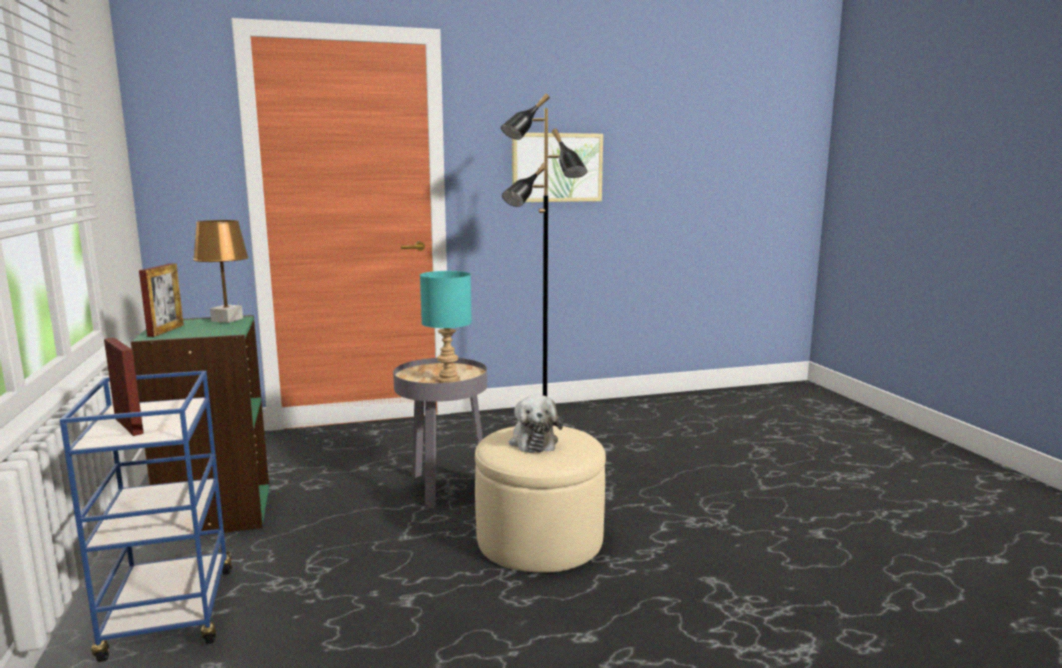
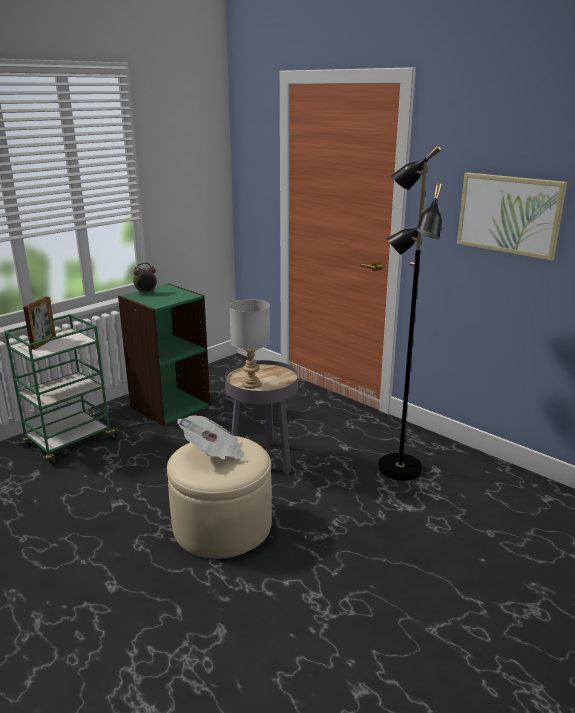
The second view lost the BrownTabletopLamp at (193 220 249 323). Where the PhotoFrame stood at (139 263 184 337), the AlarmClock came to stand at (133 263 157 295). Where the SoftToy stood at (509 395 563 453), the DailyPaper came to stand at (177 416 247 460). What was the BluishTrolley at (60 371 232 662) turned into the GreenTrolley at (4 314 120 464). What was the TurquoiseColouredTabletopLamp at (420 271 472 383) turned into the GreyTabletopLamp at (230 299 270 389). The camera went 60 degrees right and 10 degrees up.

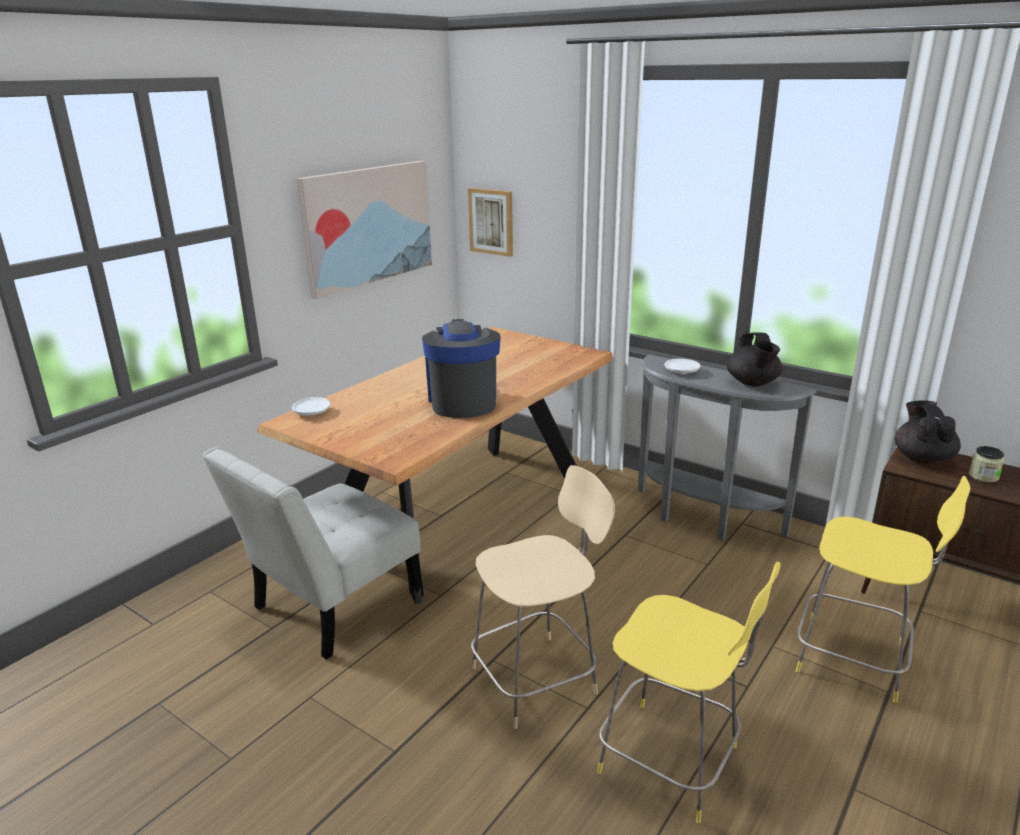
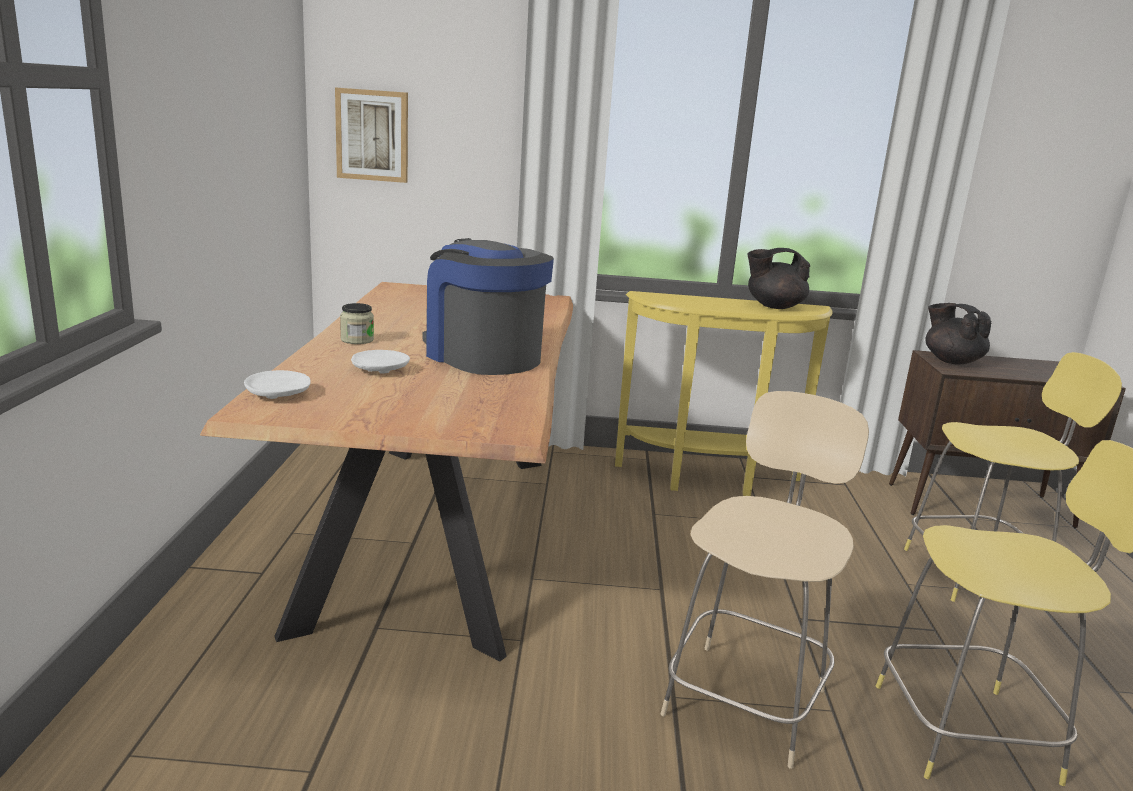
The second view lost the WhitishPlainChair at (202 447 424 660). The second view lost the WallPicture at (296 161 432 299). The WhitishFlatDish ended up elsewhere, having gone from (664 359 701 374) to (351 350 410 374). The Jar ended up elsewhere, having gone from (969 446 1004 483) to (340 303 374 344). What was the GreyConsoleTable at (638 354 817 541) turned into the YellowColouredConsoleTable at (615 291 833 496). The BlackColouredPotForTea at (727 332 782 386) ended up facing another way, 120 degrees clockwise from before. The camera went 35 degrees left and 5 degrees down.

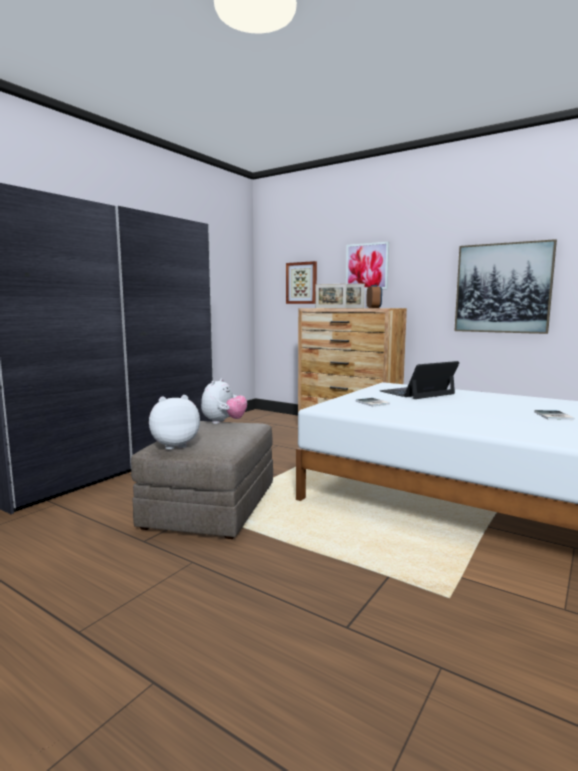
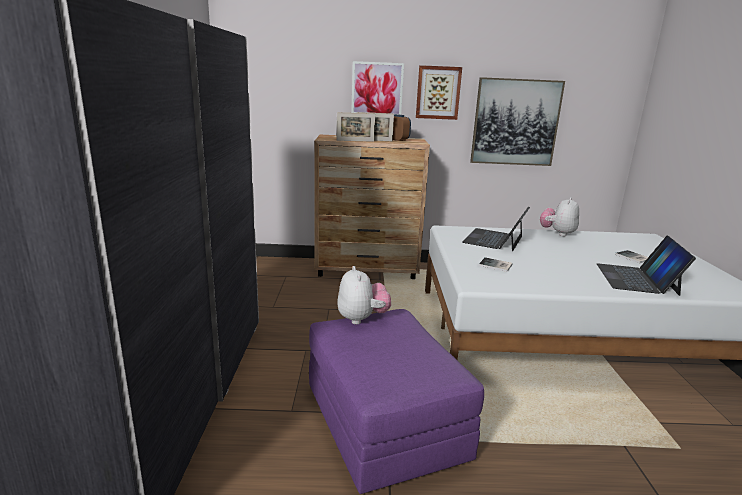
The second view gained the Laptop at (597 236 696 296). The SoftToy ended up elsewhere, having gone from (149 395 200 450) to (540 197 579 236). The WallPicture ended up elsewhere, having gone from (286 261 317 304) to (416 65 462 120). What was the GreyFootrest at (131 421 273 539) turned into the PurpleFootrest at (309 309 484 494). The camera went 35 degrees left and 10 degrees up.

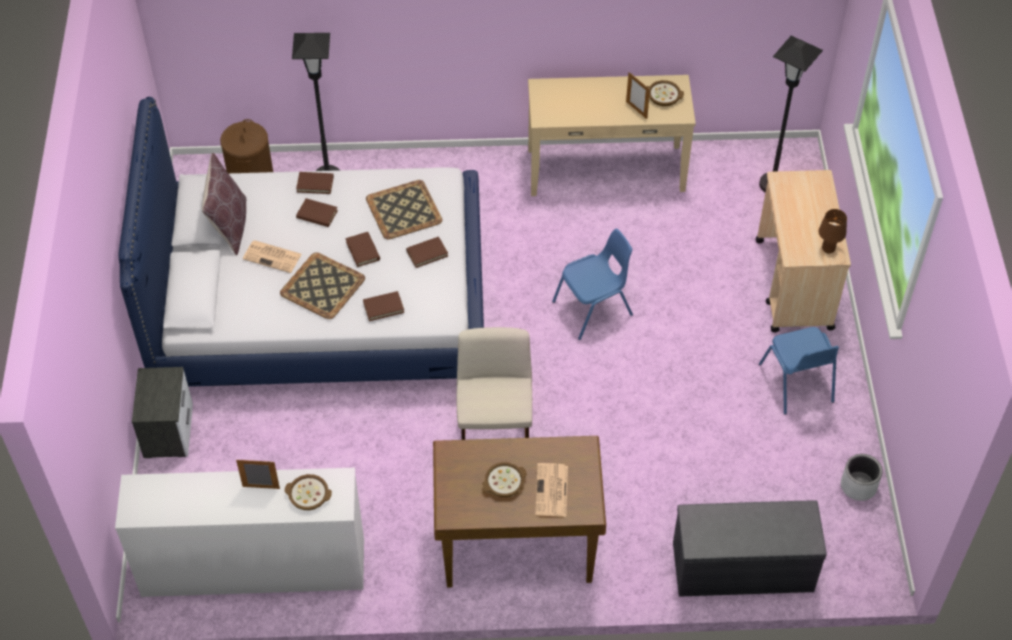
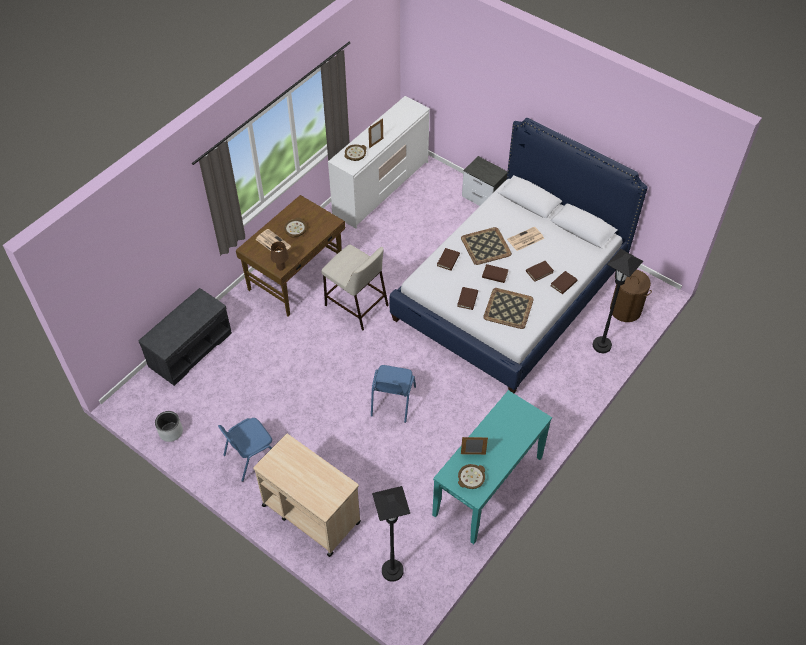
The second view lost the BrownPillow at (202 153 246 256). The BrownTabletopLamp ended up elsewhere, having gone from (819 209 847 253) to (271 241 289 270). What was the SandColouredConsoleTable at (528 75 696 196) turned into the TurquoiseColouredConsoleTable at (432 390 552 544). The BluishPlainChair at (759 327 839 415) ended up facing another way, 60 degrees counterclockwise from before. The camera went 130 degrees right and 0 degrees up.

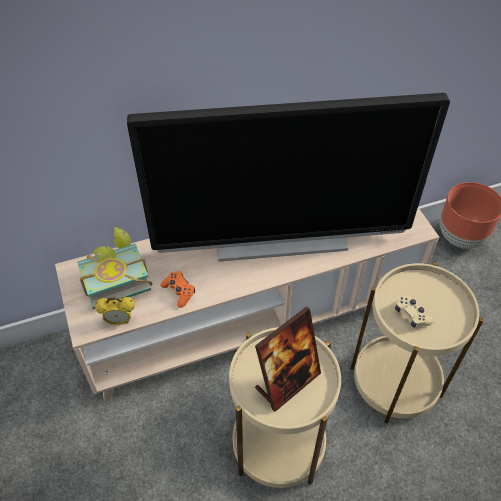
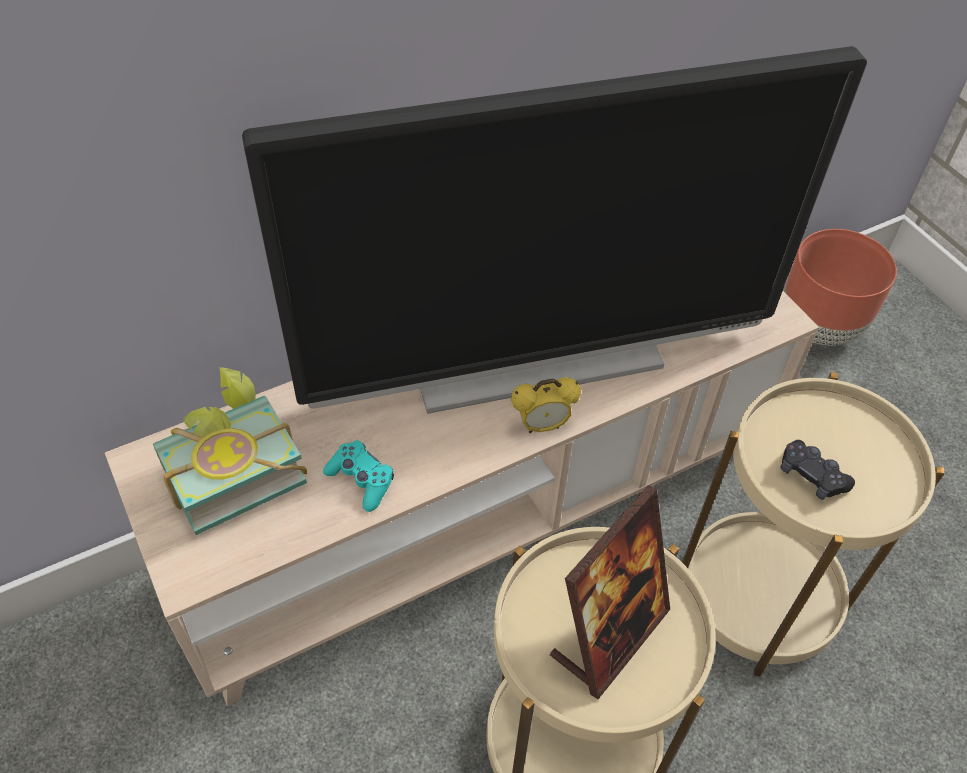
The AlarmClock ended up elsewhere, having gone from (95 297 135 325) to (511 377 581 433). What was the OrangeColouredGameController at (160 271 195 308) turned into the TurquoiseColouredGameController at (323 440 394 512). What was the SandColouredGameController at (395 295 434 328) turned into the BlackColouredGameController at (780 440 855 500). The camera went 10 degrees left and 0 degrees up.

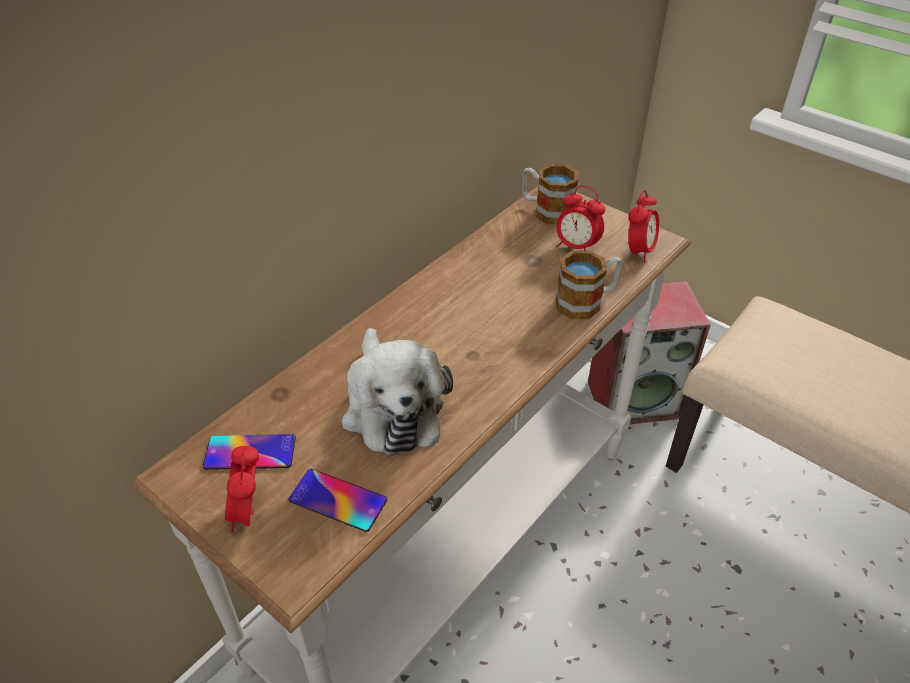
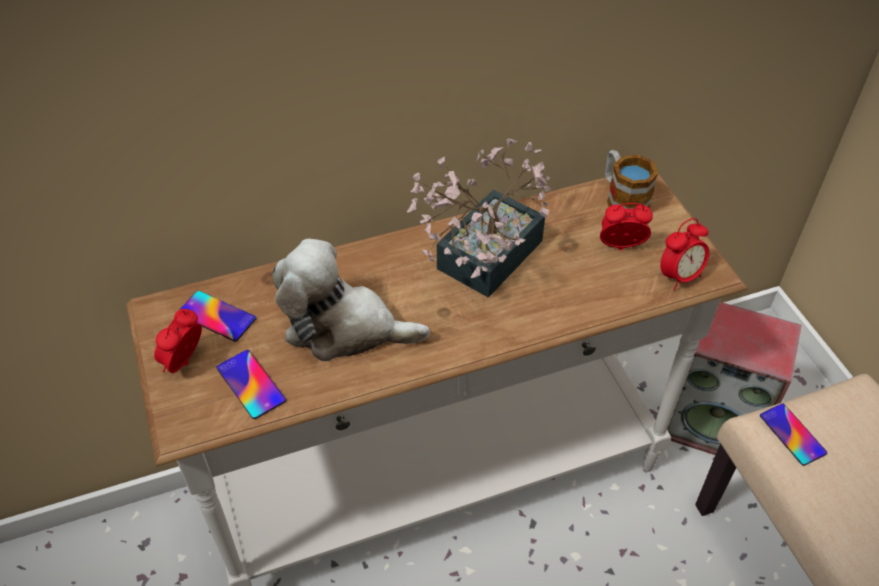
The second view lost the TeaMug at (555 250 622 319). The second view gained the PlantInAPot at (407 139 551 298). The second view gained the Phone at (760 404 827 466). The SoftToy at (341 328 453 456) ended up facing another way, 90 degrees clockwise from before. The AlarmClock at (557 186 605 250) ended up facing another way, 120 degrees clockwise from before. The camera went 30 degrees right and 5 degrees up.

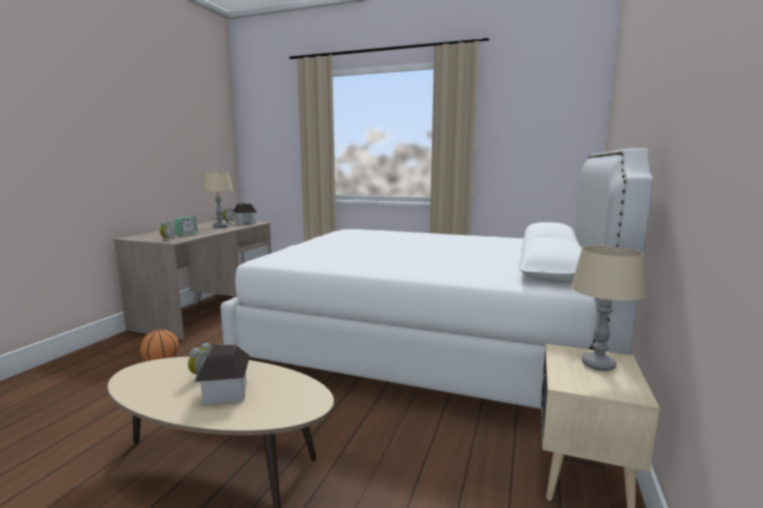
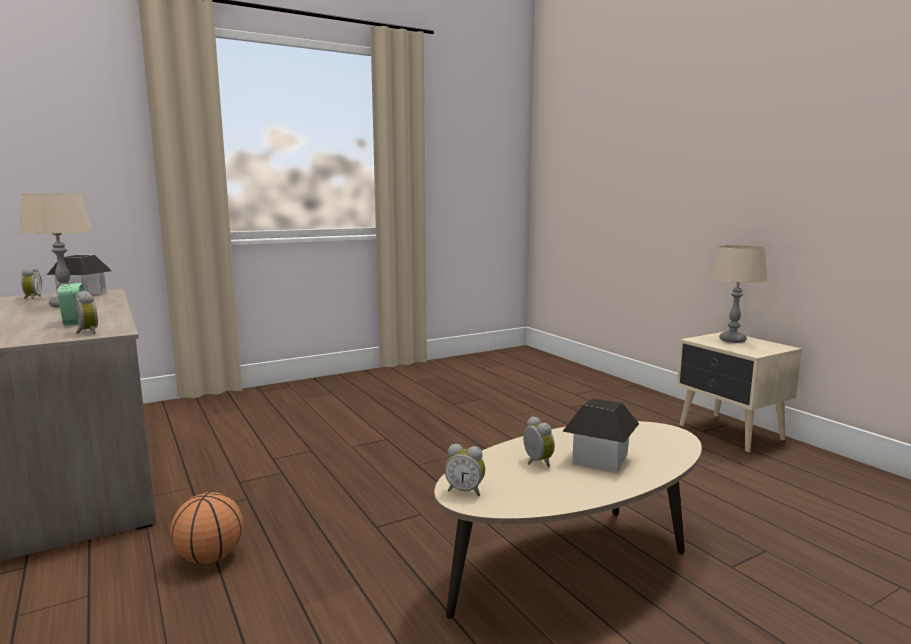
The second view lost the WhitishBedroomBed at (220 148 653 409). The second view gained the AlarmClock at (444 444 485 496). The camera went 50 degrees left and 0 degrees up.

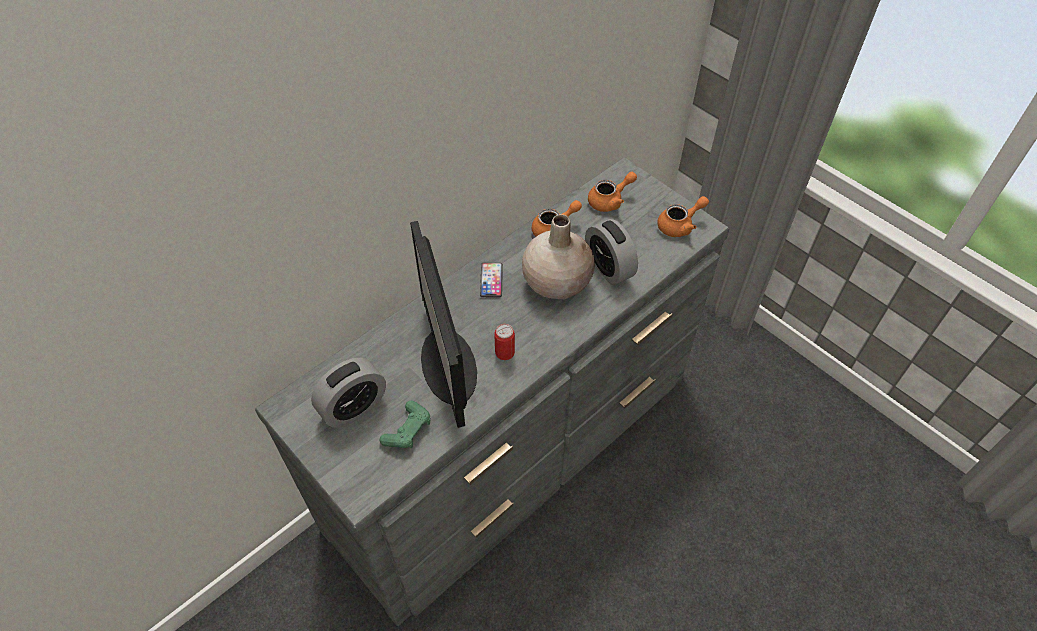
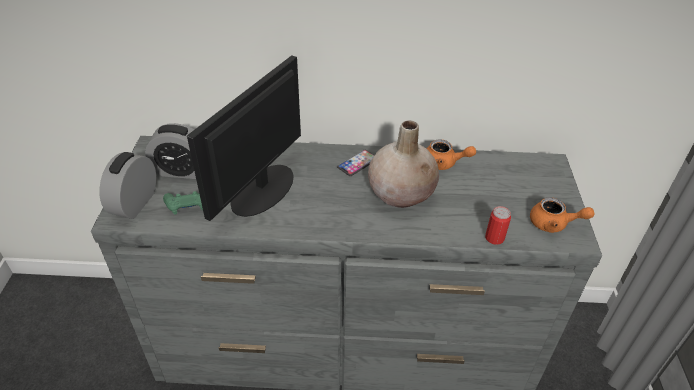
The second view lost the OrangeColouredPotForTea at (588 172 637 212). The SealedCan ended up elsewhere, having gone from (494 324 515 360) to (485 206 511 245). The AlarmClock ended up elsewhere, having gone from (585 219 638 285) to (99 152 156 219). The camera went 45 degrees right and 10 degrees down.

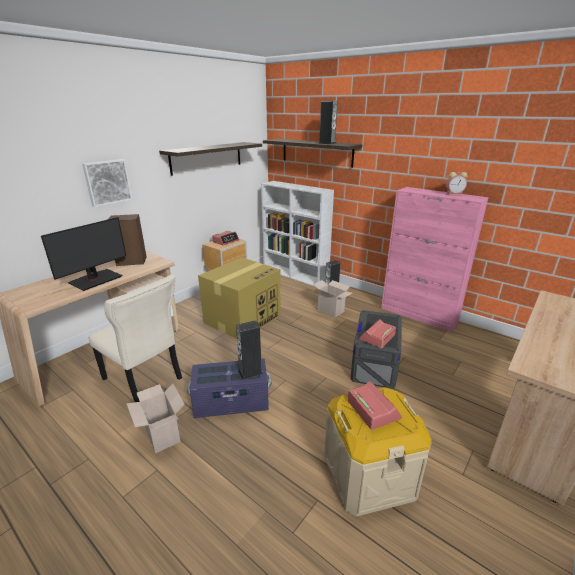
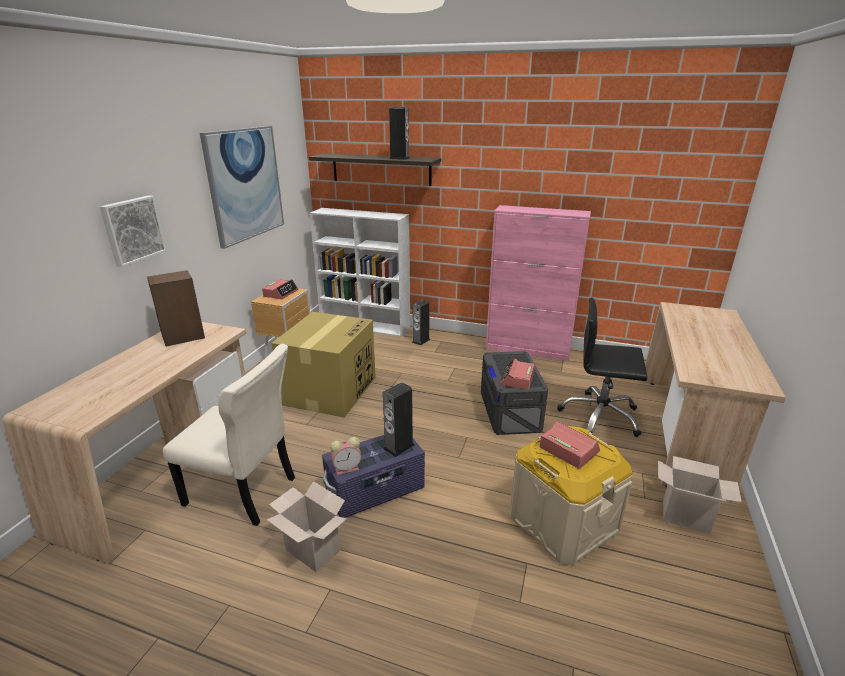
The second view lost the ComputerDisplay at (41 217 126 291). The second view gained the BlackColouredDeskChair at (557 297 647 437). The Carton ended up elsewhere, having gone from (313 280 352 318) to (658 456 742 534). The AlarmClock ended up elsewhere, having gone from (446 172 468 196) to (330 437 362 475). Where the BracketShelf hung at (159 142 262 176), the WallPicture came to hang at (200 126 284 249). The camera went 20 degrees left and 0 degrees up.

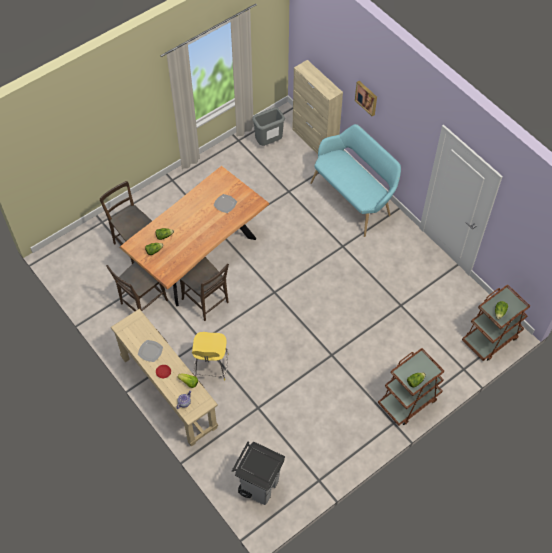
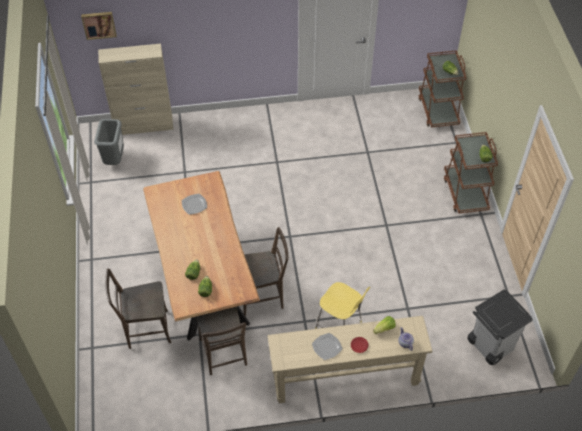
The second view lost the TurquoiseColouredIndoorBench at (310 124 401 237). The WallPicture ended up elsewhere, having gone from (355 81 377 117) to (81 12 117 40). The camera went 60 degrees left and 5 degrees down.

